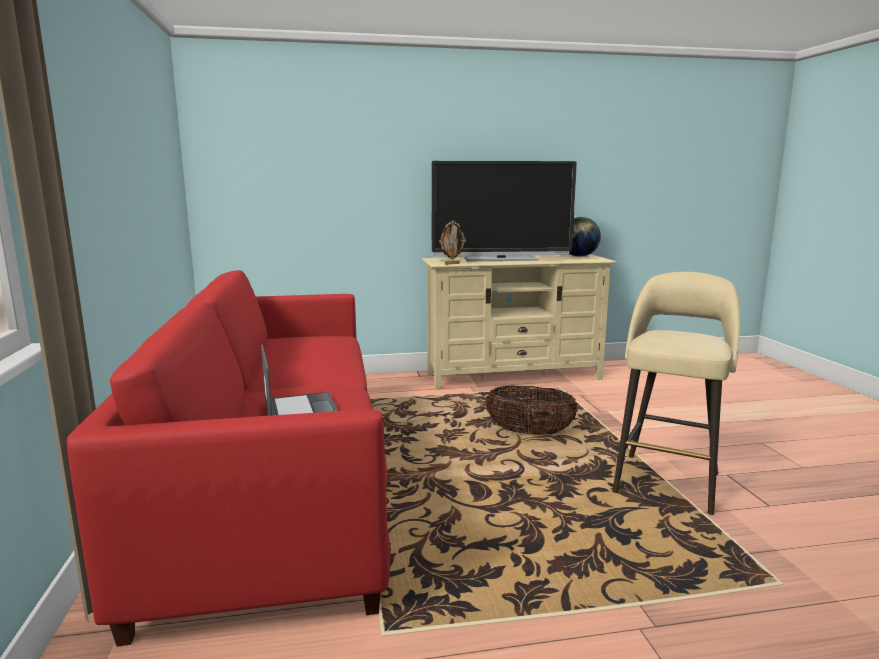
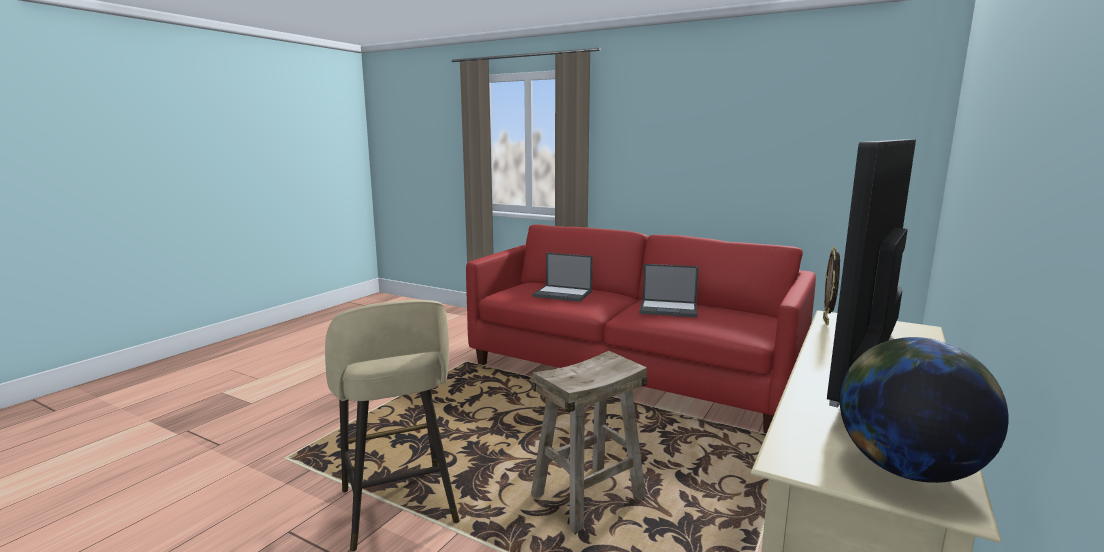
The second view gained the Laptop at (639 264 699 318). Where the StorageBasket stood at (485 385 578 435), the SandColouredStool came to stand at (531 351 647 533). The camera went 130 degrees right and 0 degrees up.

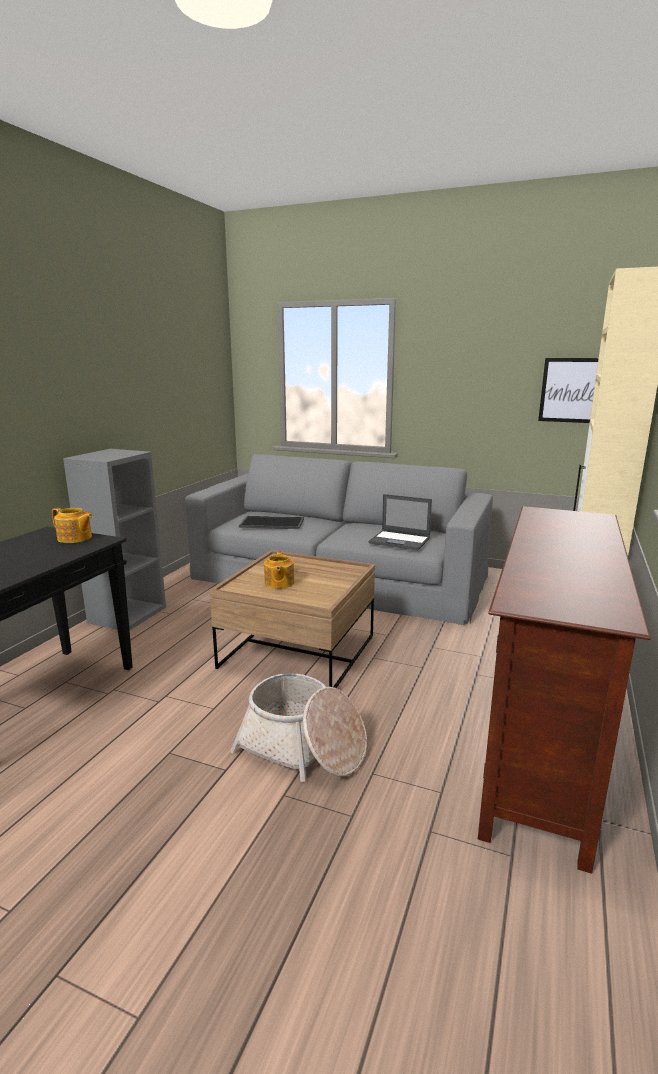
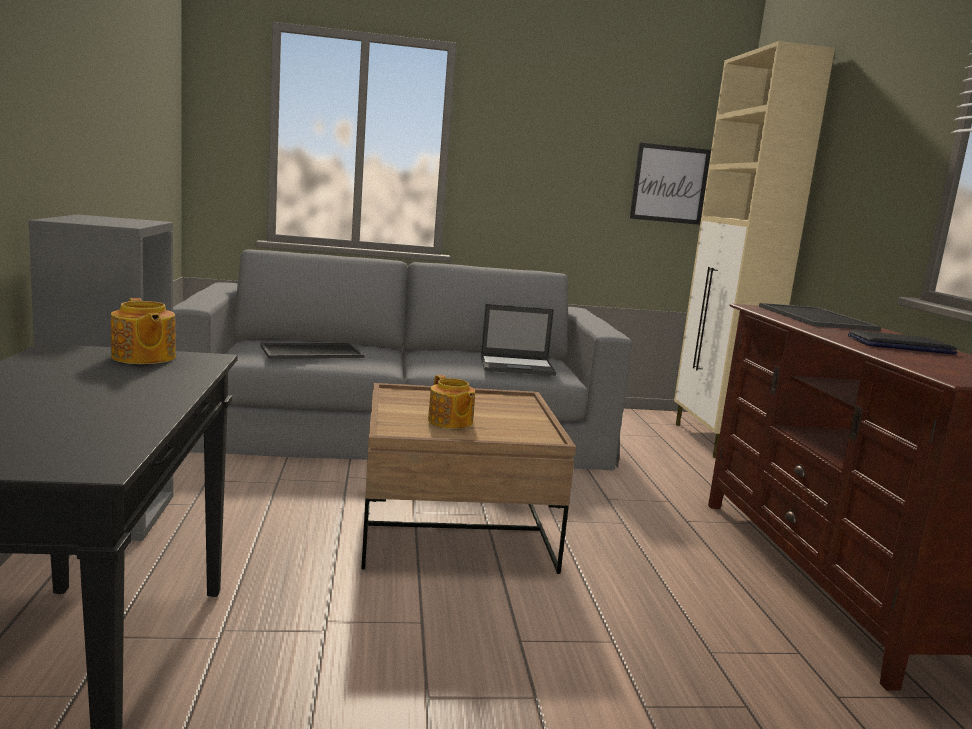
The second view lost the StorageBasket at (231 673 367 782). The second view gained the Tray at (759 303 881 331). The second view gained the Laptop at (848 330 957 355). The PotForTea at (52 508 93 543) ended up facing another way, 60 degrees clockwise from before. The camera went 30 degrees left and 5 degrees down.

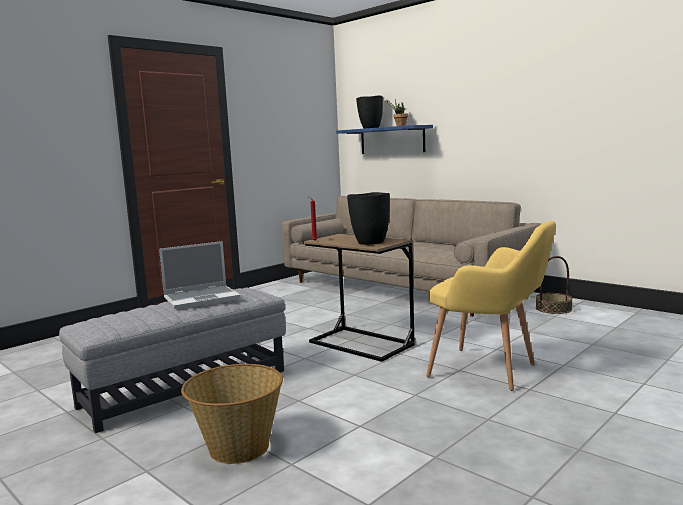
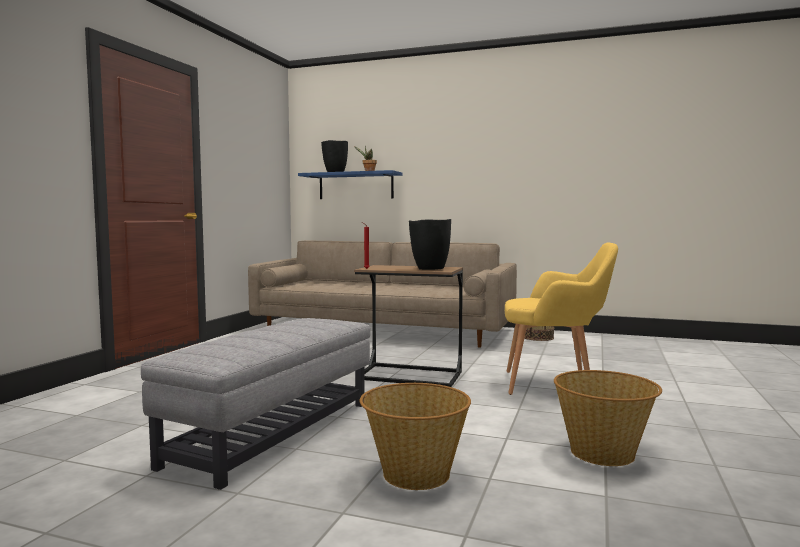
The second view lost the Laptop at (159 241 240 309). The second view gained the StorageBasket at (554 370 662 466). The camera went 25 degrees left and 5 degrees down.

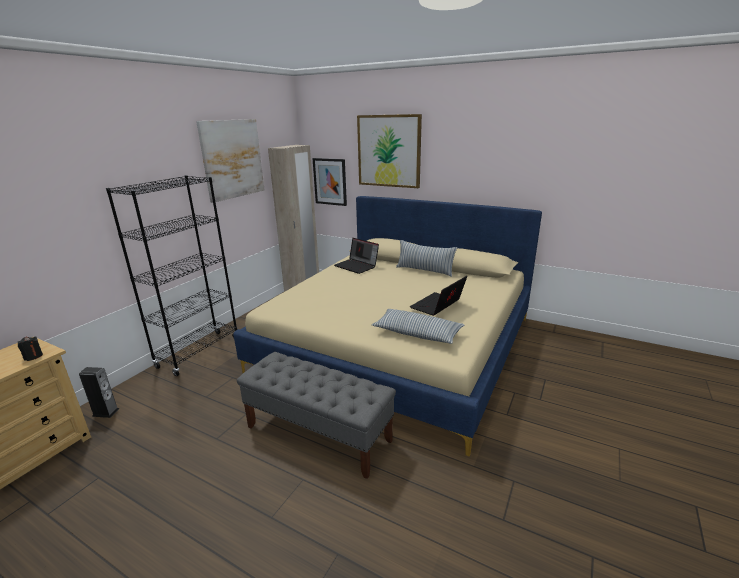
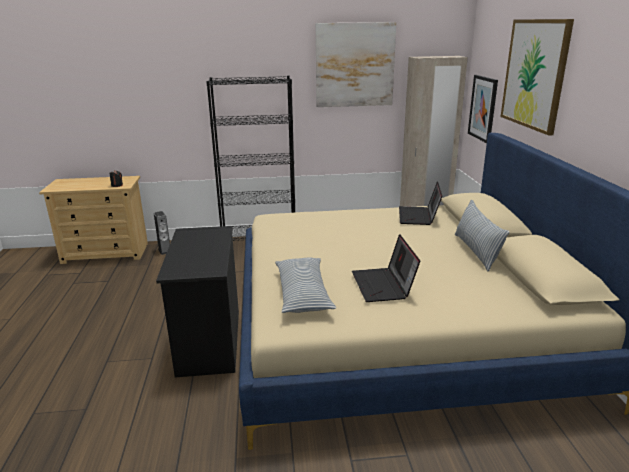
Where the GreyIndoorBench stood at (237 352 396 479), the BlackColouredChestOfDrawers came to stand at (156 226 239 377). The Laptop at (410 276 467 316) ended up facing another way, 105 degrees counterclockwise from before. The camera went 55 degrees right and 0 degrees up.

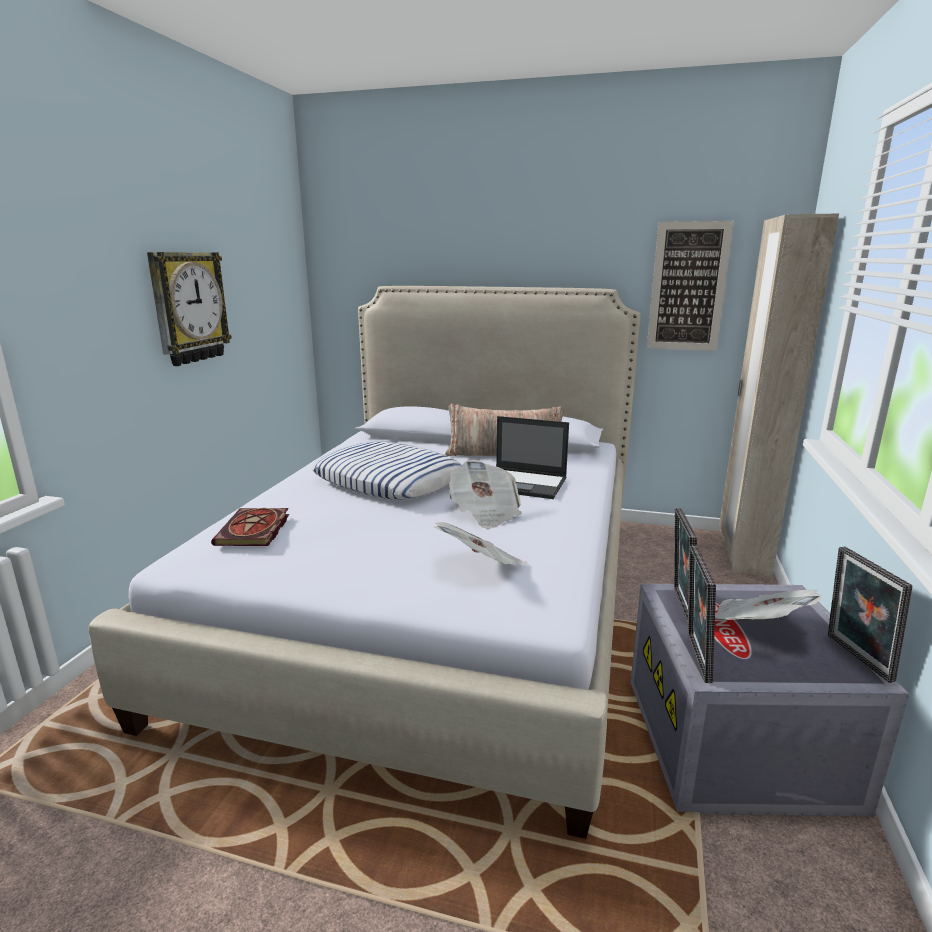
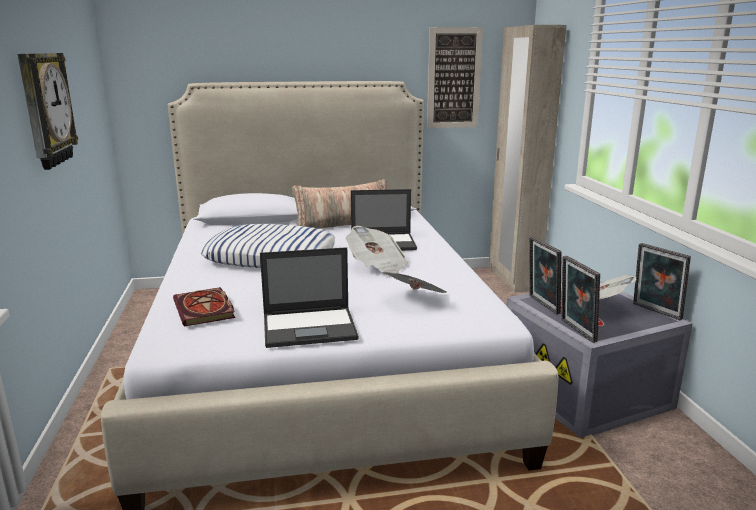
The second view gained the Laptop at (260 247 359 348). The camera went 25 degrees left and 0 degrees up.

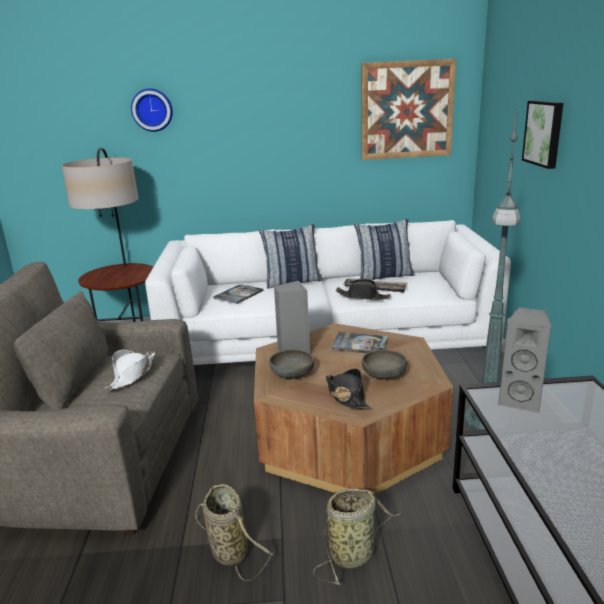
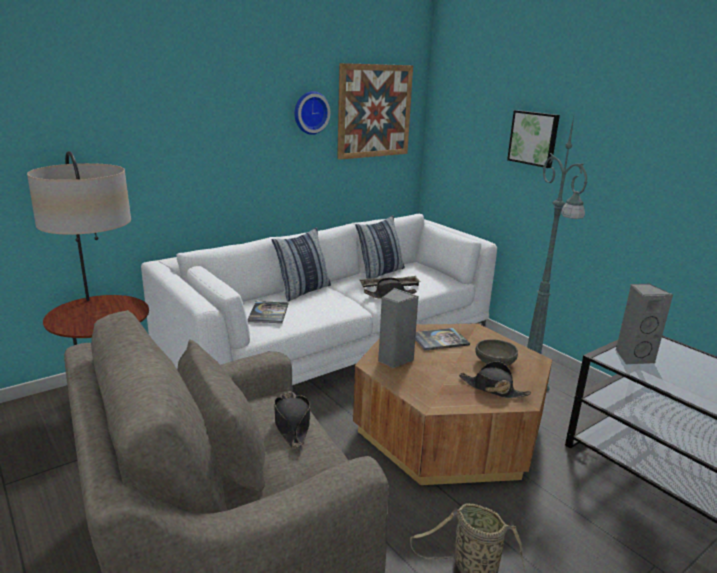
The second view lost the GreyServingBowl at (269 349 314 379). The second view lost the StorageBasket at (313 489 402 585). The HangingClock ended up elsewhere, having gone from (131 88 173 132) to (294 91 330 135). What was the WhitishClothingHat at (105 349 155 390) turned into the BlackColouredClothingHat at (274 392 311 448). The camera went 35 degrees left and 0 degrees up.

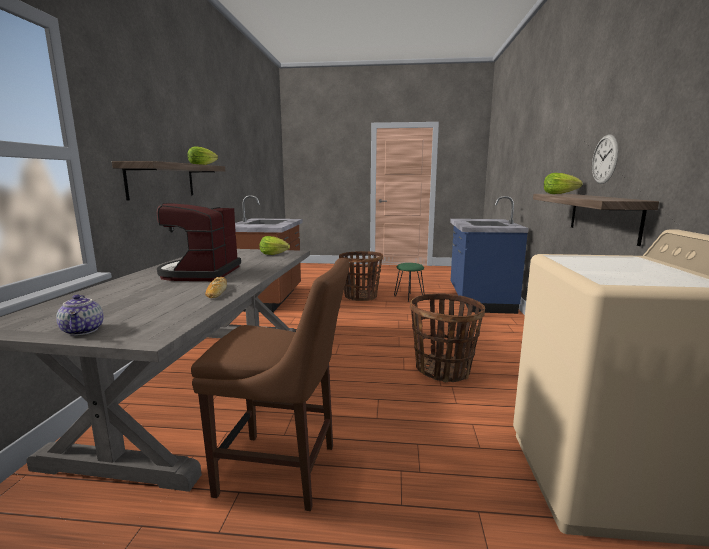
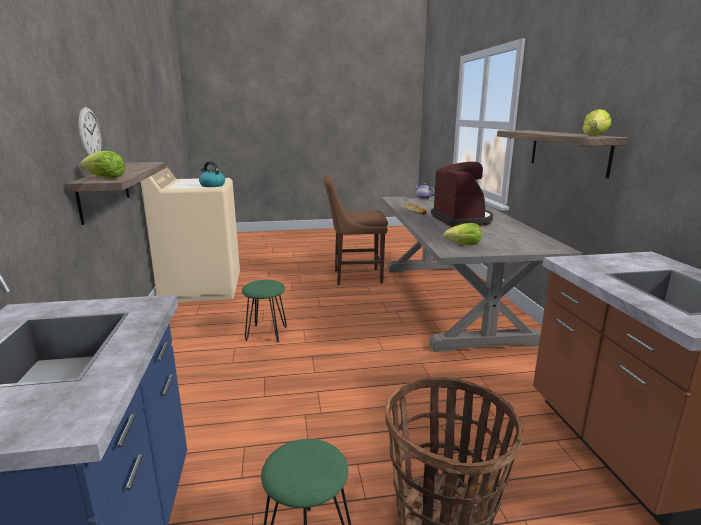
The second view gained the TeaKettle at (199 161 225 187). Where the StorageBasket stood at (410 293 485 382), the GreenStool came to stand at (242 280 287 342). The camera went 165 degrees right and 5 degrees up.

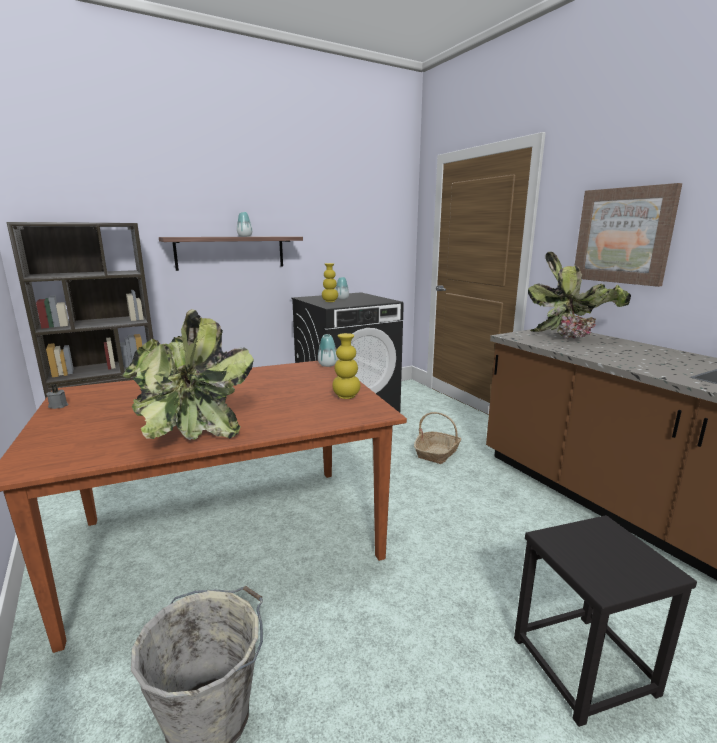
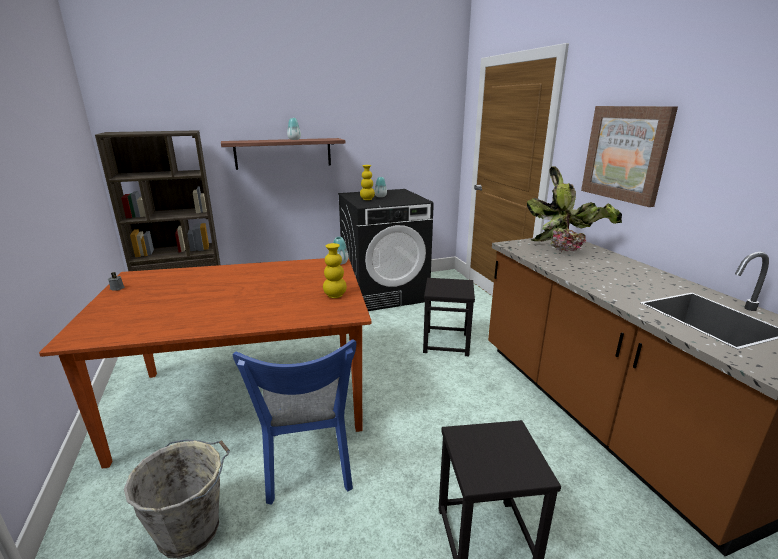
The second view lost the PlantInAPot at (122 309 254 440). The second view gained the BluishPlainChair at (233 339 356 505). Where the StorageBasket stood at (414 412 461 464), the BlackColouredStool came to stand at (423 278 475 356). The camera went 10 degrees right and 5 degrees up.

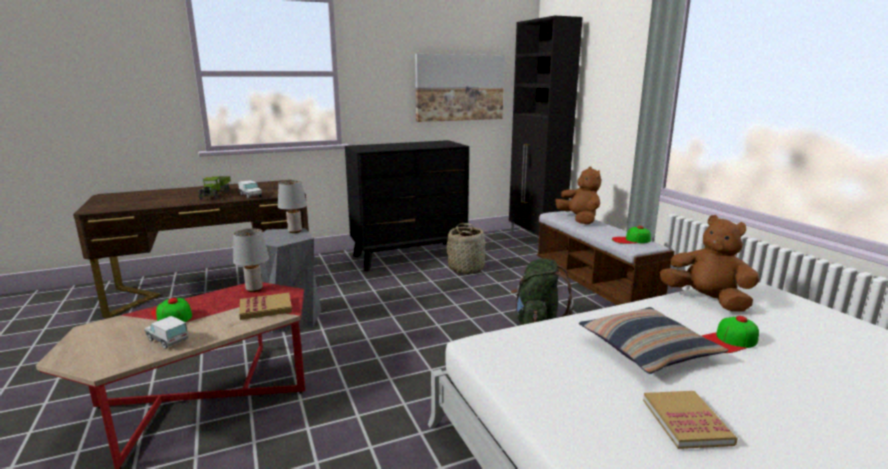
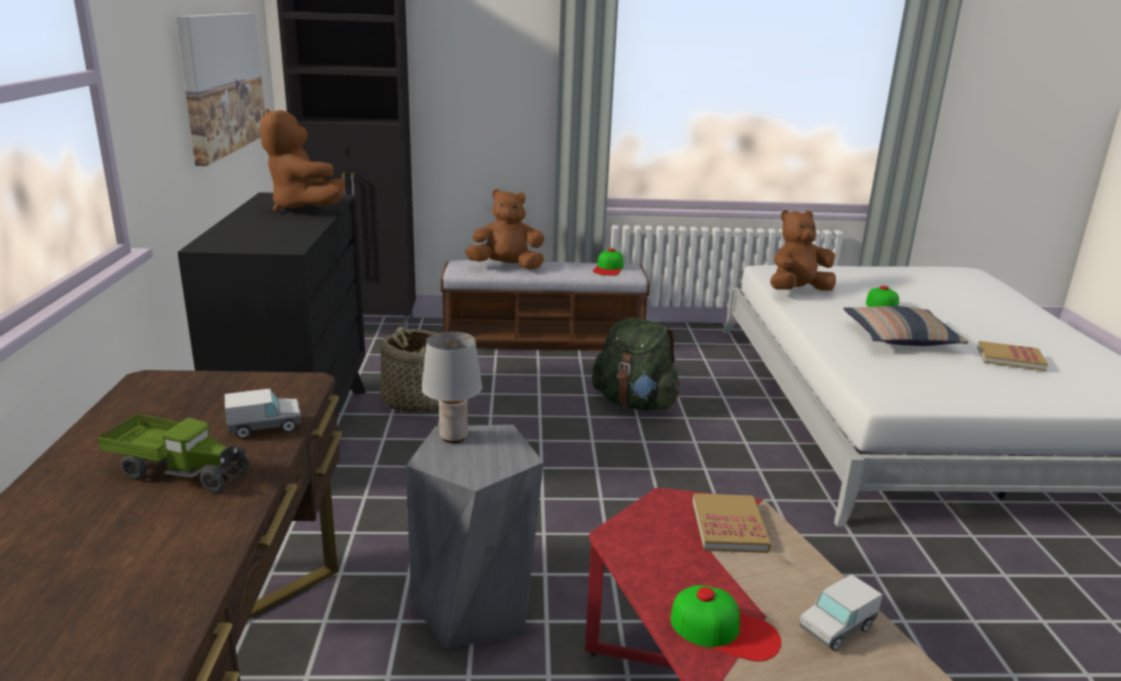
The second view lost the GreyTabletopLamp at (233 229 269 292). The second view gained the BrownSoftToy at (260 109 345 212). The Cap at (150 298 192 322) ended up facing another way, 135 degrees counterclockwise from before. The camera went 70 degrees left and 5 degrees up.

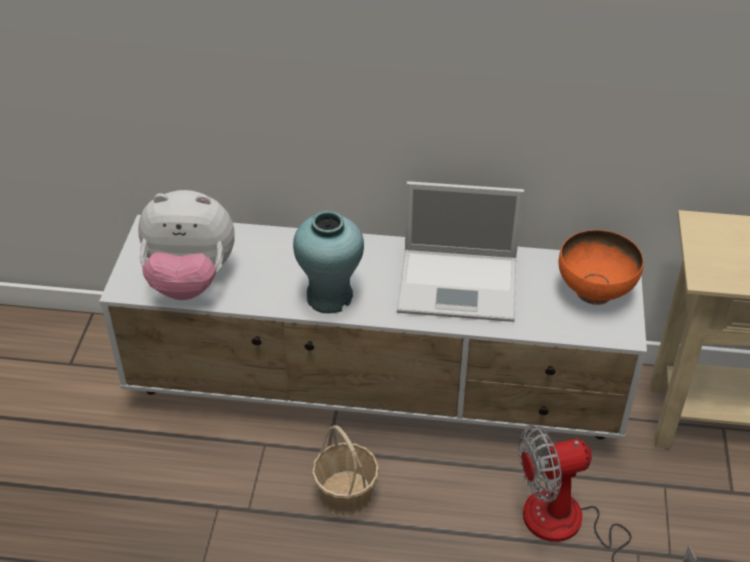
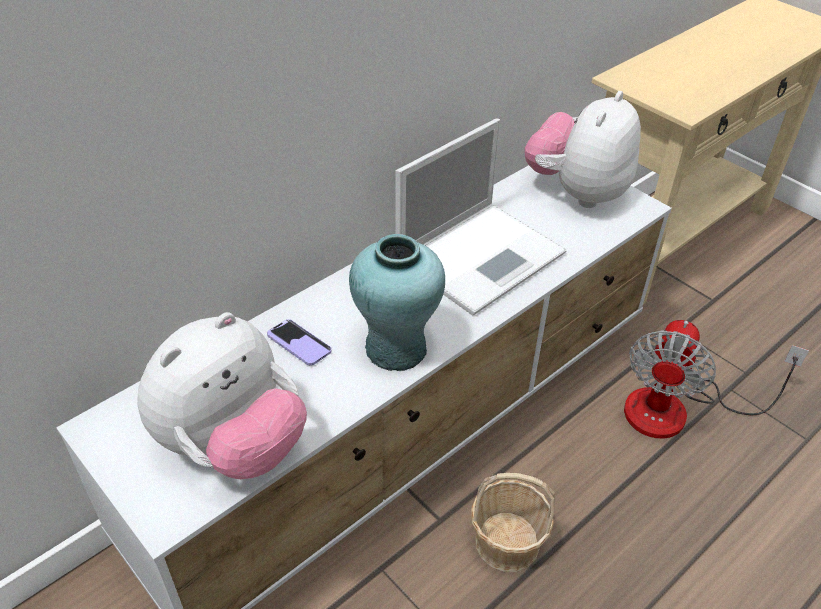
The second view gained the Phone at (267 319 332 365). Where the OrangeColouredServingBowl stood at (558 230 643 305), the SoftToy came to stand at (525 91 641 208). The camera went 50 degrees left and 0 degrees up.

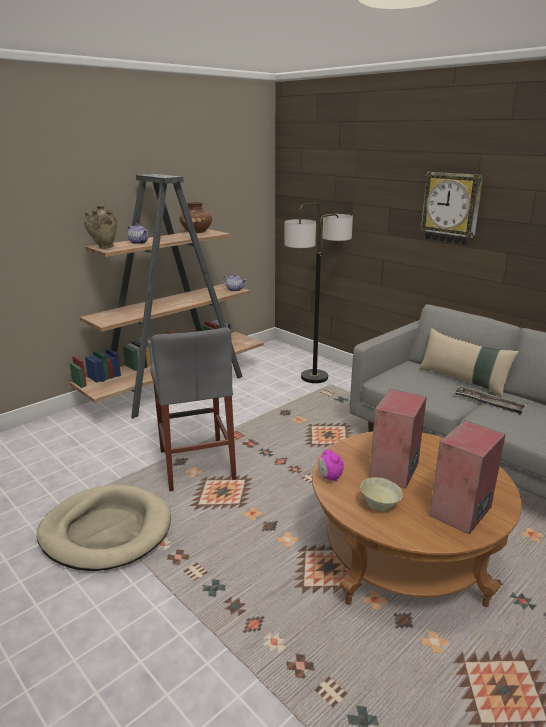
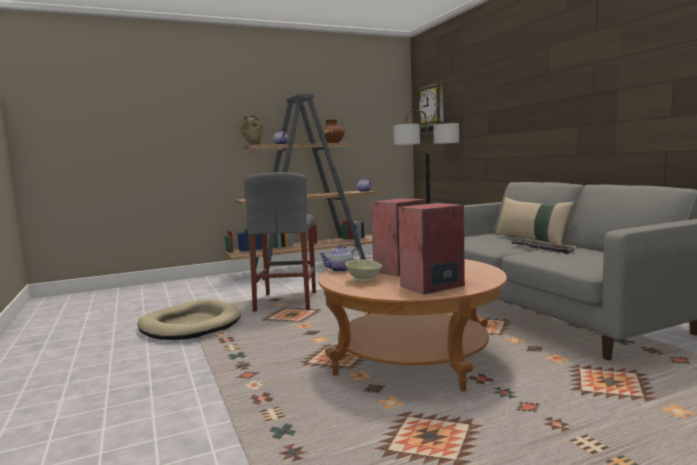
The HangingClock ended up elsewhere, having gone from (420 172 484 245) to (417 82 444 132). Where the AlarmClock stood at (318 450 344 482), the PotForTea came to stand at (319 245 361 272). The camera went 20 degrees right and 15 degrees down.

